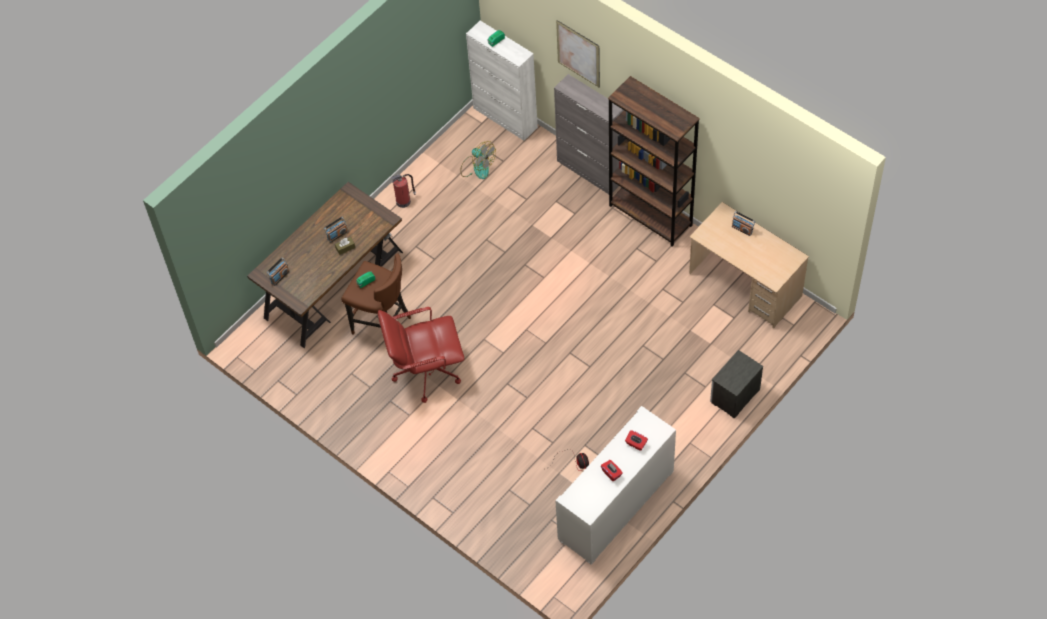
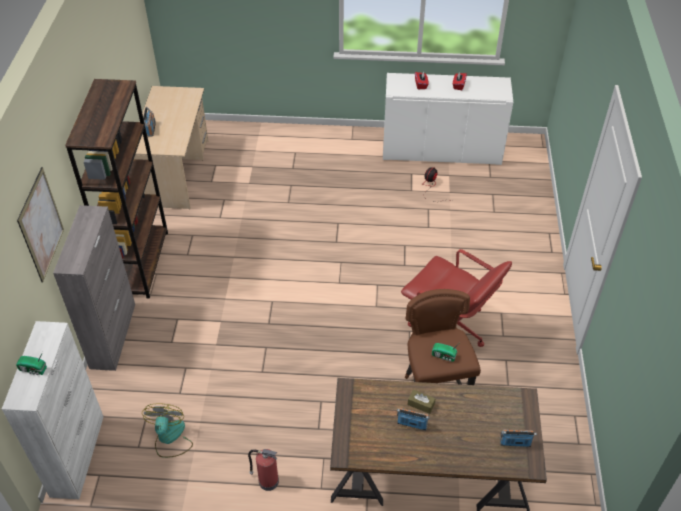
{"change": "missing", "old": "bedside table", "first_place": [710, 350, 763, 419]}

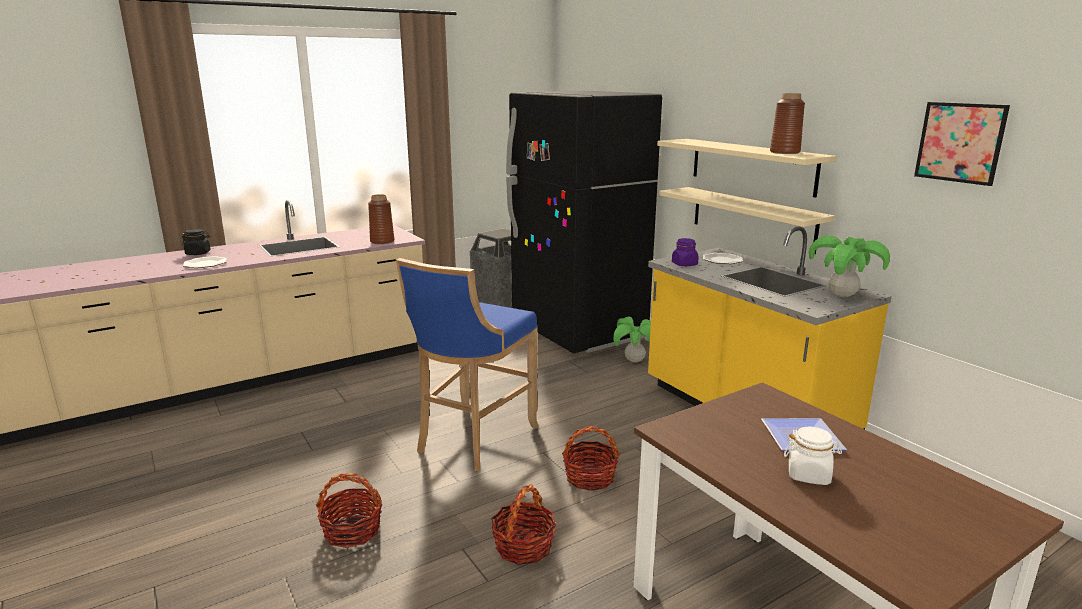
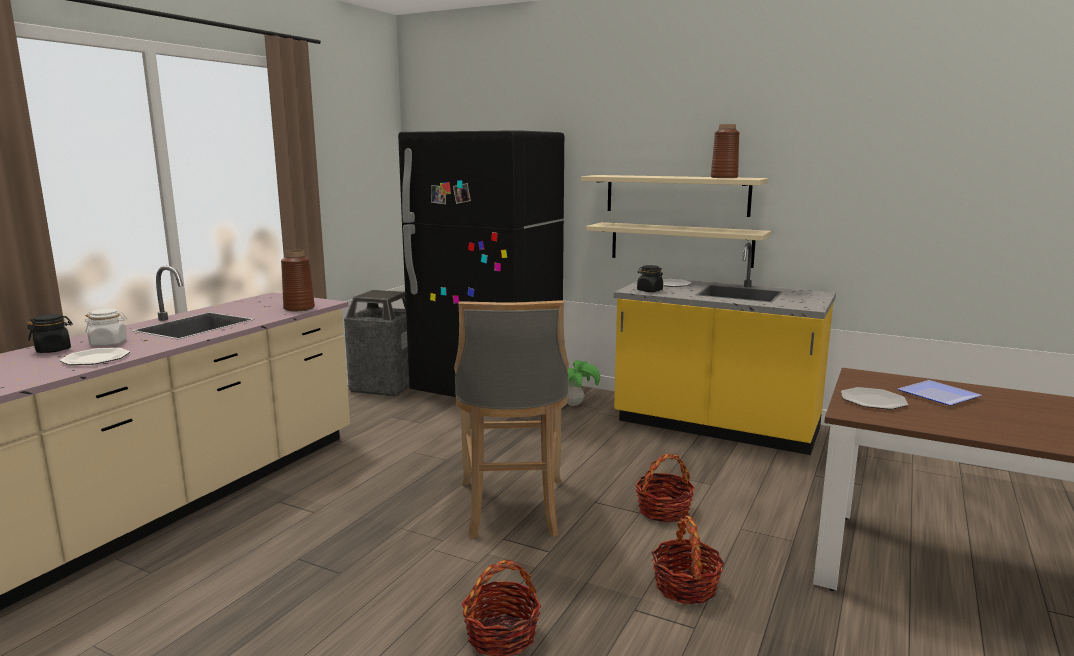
{"change": "relocated", "old": "white-coloured preserve jar", "first_place": [784, 427, 842, 485], "second_place": [85, 308, 127, 346]}
{"change": "colour", "old": "blue-coloured stool seat", "new": "gray stool seat", "first_place": [396, 258, 539, 471], "second_place": [454, 300, 569, 539]}
{"change": "colour", "old": "purple-coloured preserve jar", "new": "black preserve jar", "first_place": [672, 238, 699, 266], "second_place": [637, 265, 663, 292]}
{"change": "appeared", "new": "dinner plate", "second_place": [841, 387, 908, 410]}
{"change": "missing", "old": "potted plant", "first_place": [809, 235, 890, 298]}
{"change": "missing", "old": "wall art", "first_place": [914, 102, 1010, 186]}

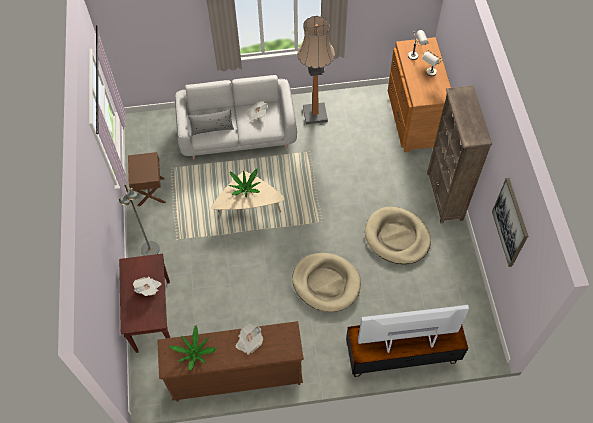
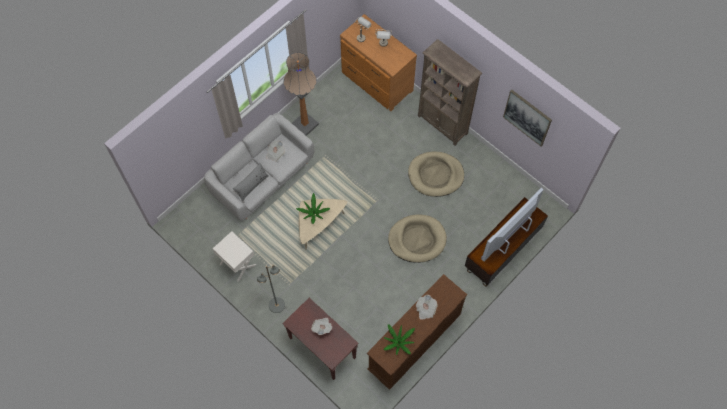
{"change": "colour", "old": "brown bedside table", "new": "white-coloured bedside table", "first_place": [128, 152, 166, 206], "second_place": [213, 231, 256, 282]}

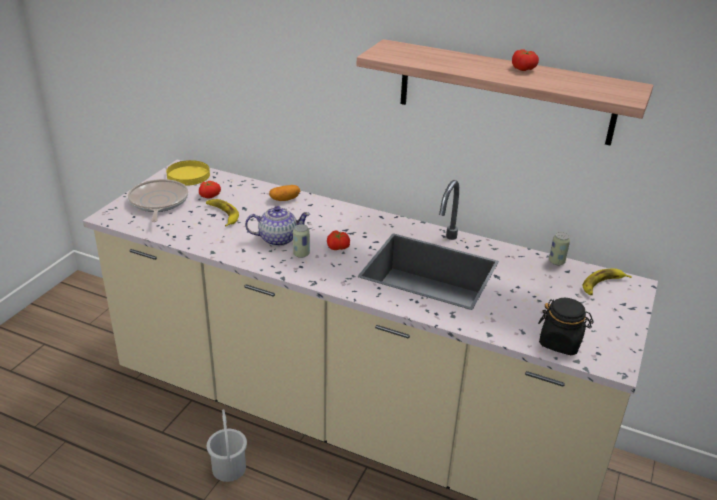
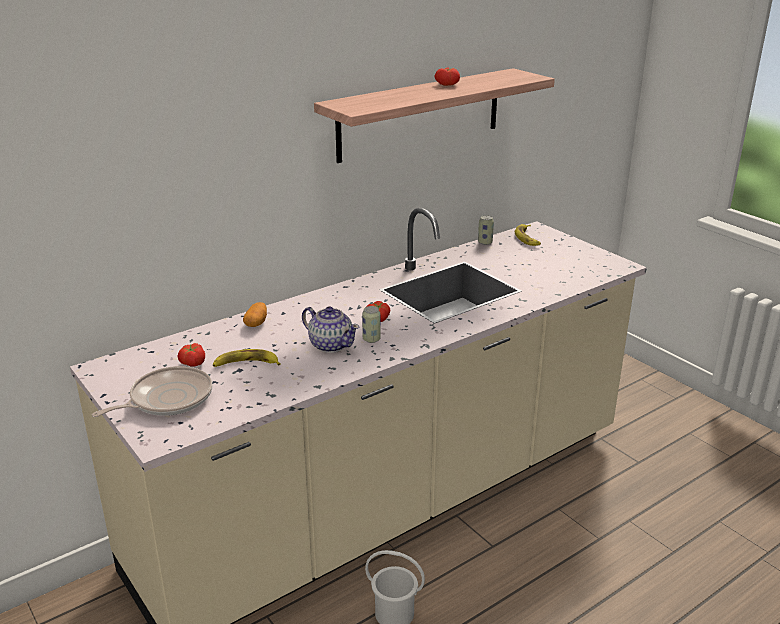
{"change": "spun", "old": "pan", "first_place": [128, 179, 188, 222], "second_place": [92, 366, 212, 417], "degrees": 120}
{"change": "spun", "old": "tea pot", "first_place": [245, 206, 310, 246], "second_place": [302, 307, 360, 353], "degrees": 105}
{"change": "missing", "old": "yellow dinner plate", "first_place": [166, 160, 210, 186]}
{"change": "missing", "old": "black preserve jar", "first_place": [538, 298, 594, 355]}

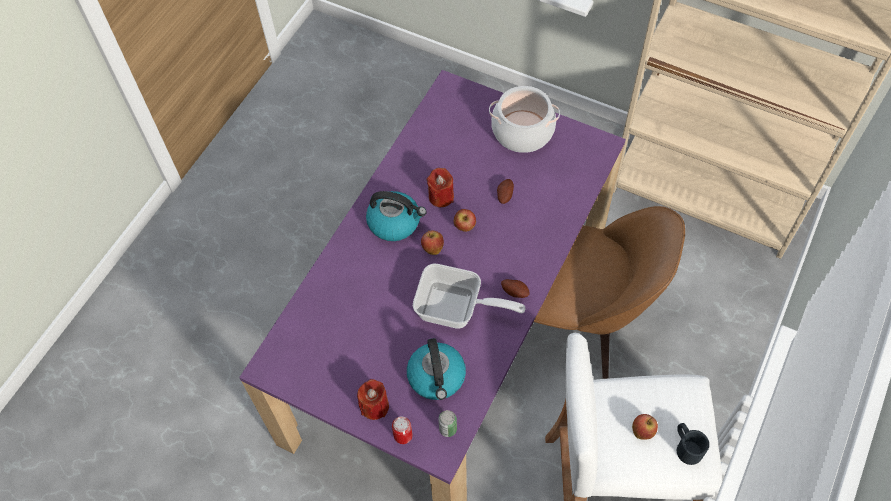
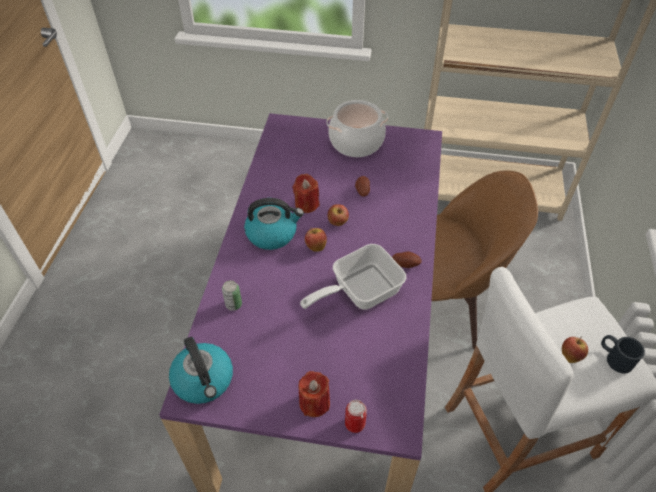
{"change": "relocated", "old": "tea kettle", "first_place": [407, 338, 466, 400], "second_place": [169, 337, 233, 404]}
{"change": "relocated", "old": "can", "first_place": [438, 410, 457, 437], "second_place": [222, 280, 242, 311]}
{"change": "spun", "old": "pan", "first_place": [413, 264, 526, 329], "second_place": [300, 244, 406, 309], "degrees": 150}

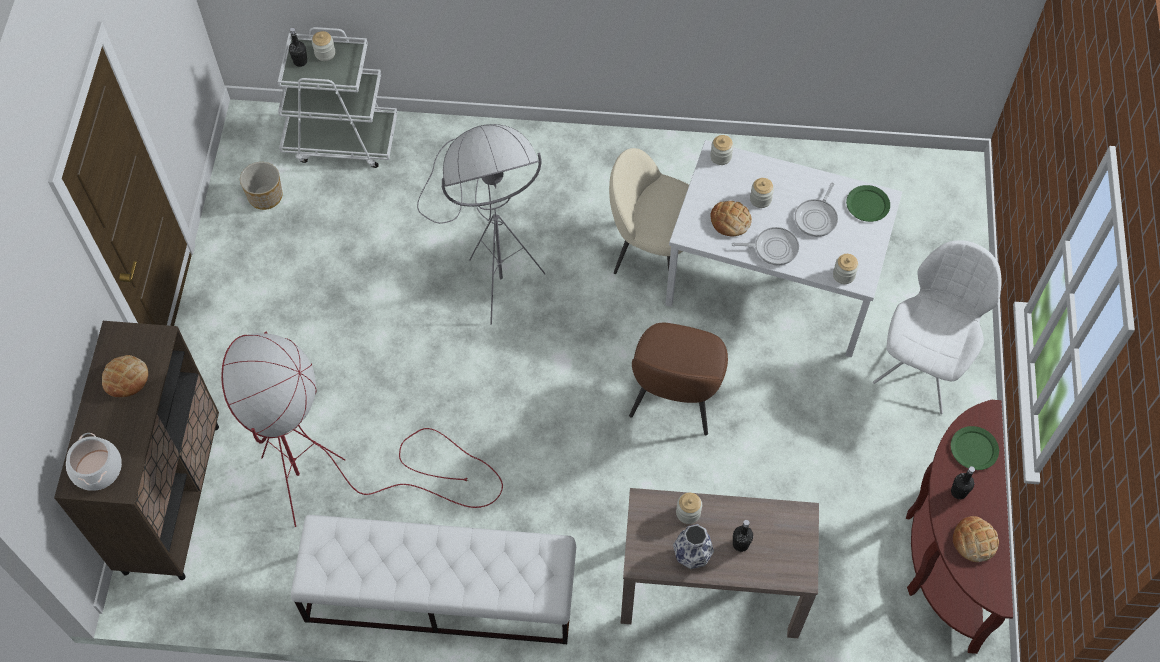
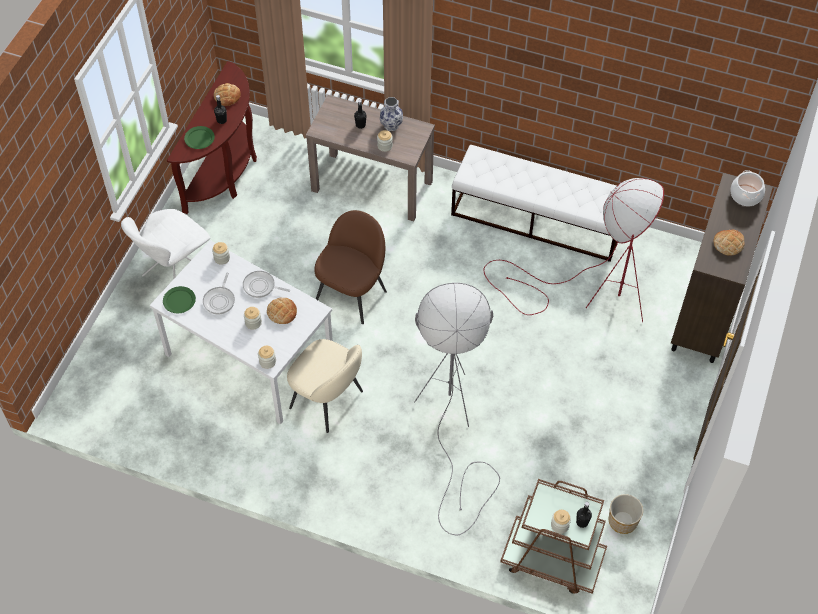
{"change": "spun", "old": "pan", "first_place": [795, 183, 838, 237], "second_place": [203, 272, 235, 315], "degrees": 150}
{"change": "colour", "old": "white-coloured wheeled cart", "new": "brown wheeled cart", "first_place": [278, 27, 397, 168], "second_place": [501, 479, 607, 594]}

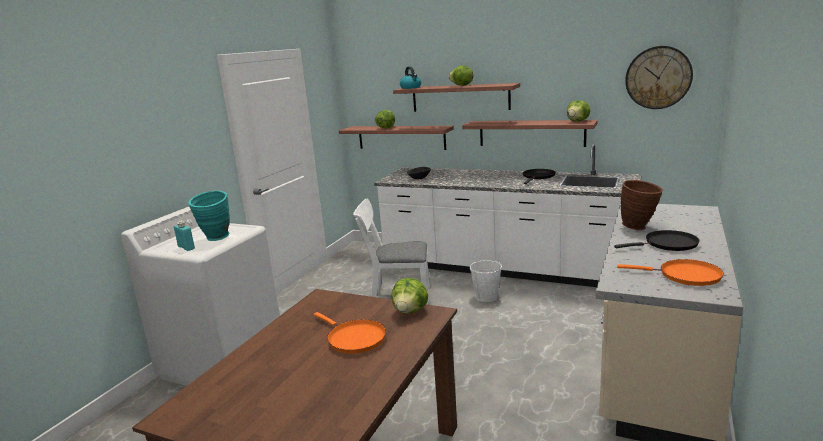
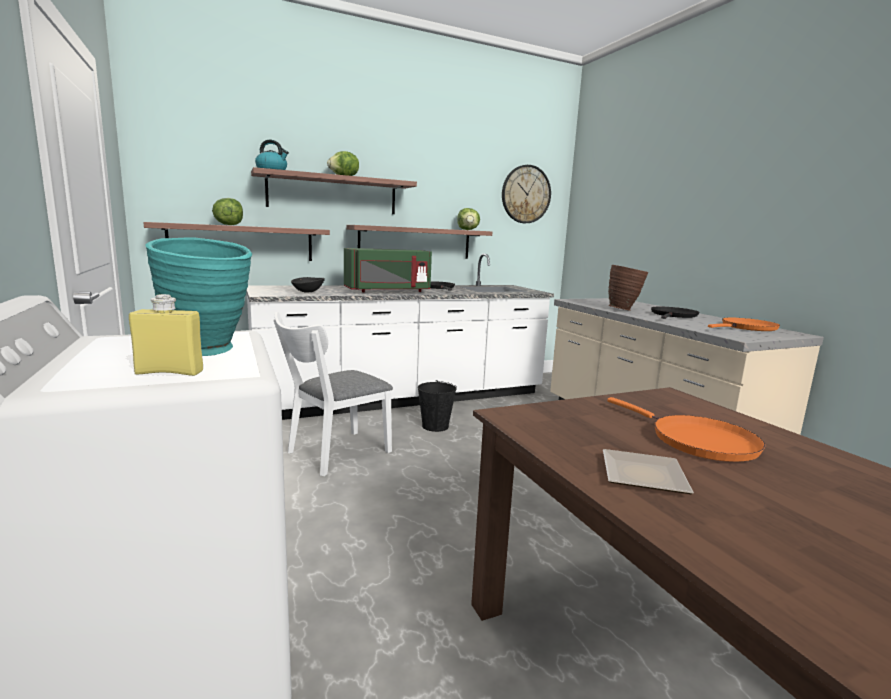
{"change": "colour", "old": "turquoise-coloured beverage bottle", "new": "yellow beverage bottle", "first_place": [174, 220, 195, 251], "second_place": [129, 294, 203, 376]}
{"change": "appeared", "new": "greenish microwave", "second_place": [344, 248, 432, 292]}
{"change": "colour", "old": "white-coloured bucket", "new": "black bucket", "first_place": [470, 260, 502, 302], "second_place": [418, 380, 457, 432]}
{"change": "appeared", "new": "dinner plate", "second_place": [603, 449, 694, 494]}
{"change": "spun", "old": "orange-coloured pan", "first_place": [314, 312, 386, 354], "second_place": [607, 397, 765, 462], "degrees": 60}
{"change": "missing", "old": "lettuce", "first_place": [392, 278, 428, 314]}

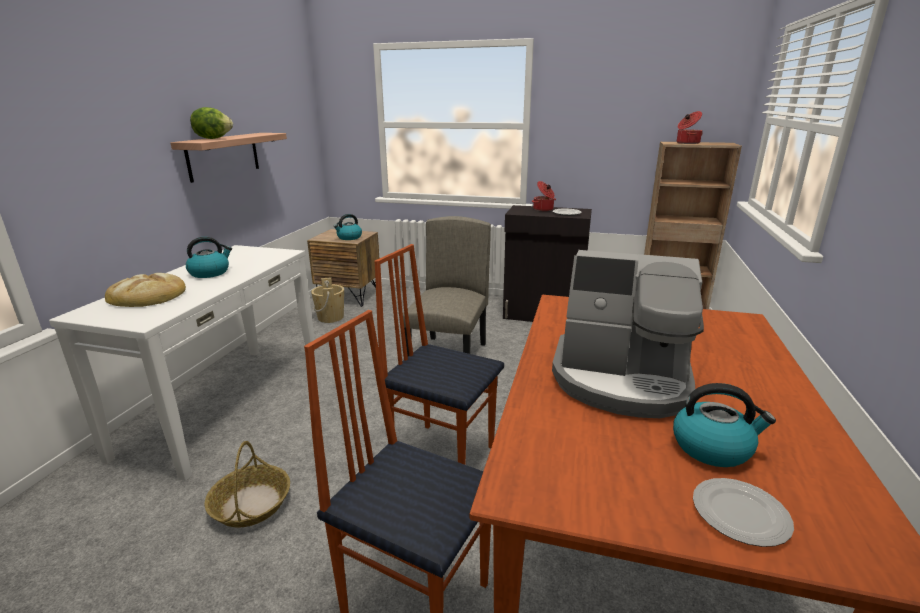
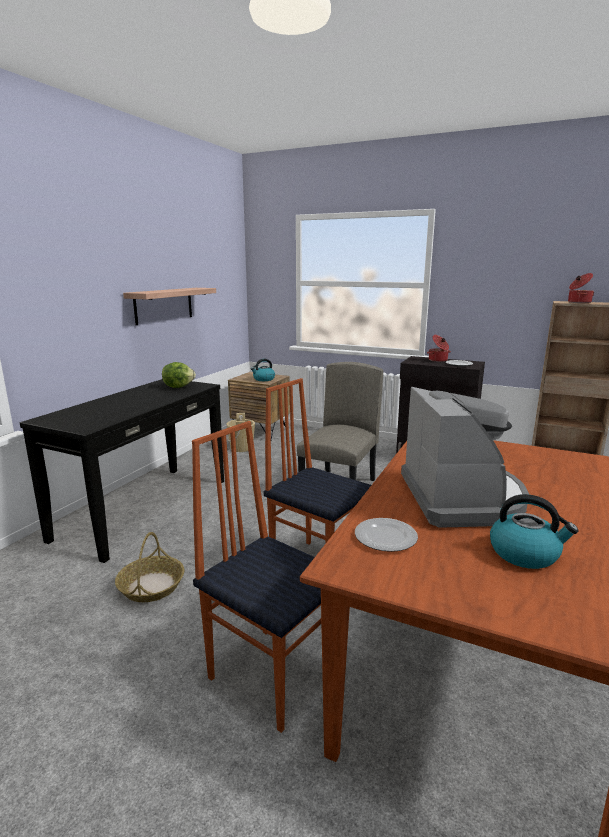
{"change": "colour", "old": "white-coloured console table", "new": "black console table", "first_place": [49, 245, 317, 481], "second_place": [20, 379, 224, 563]}
{"change": "relocated", "old": "lettuce", "first_place": [190, 107, 233, 139], "second_place": [162, 362, 196, 388]}
{"change": "relocated", "old": "dinner plate", "first_place": [693, 478, 794, 547], "second_place": [355, 518, 418, 552]}
{"change": "spun", "old": "coffee maker", "first_place": [552, 250, 704, 418], "second_place": [401, 387, 529, 528], "degrees": -120}
{"change": "missing", "old": "bread", "first_place": [105, 273, 186, 307]}
{"change": "missing", "old": "tea kettle", "first_place": [186, 237, 232, 278]}

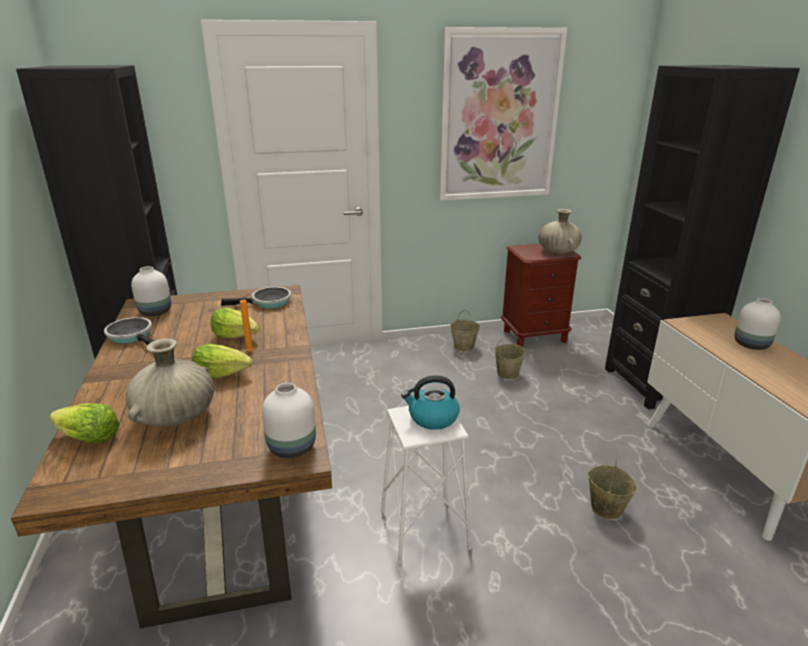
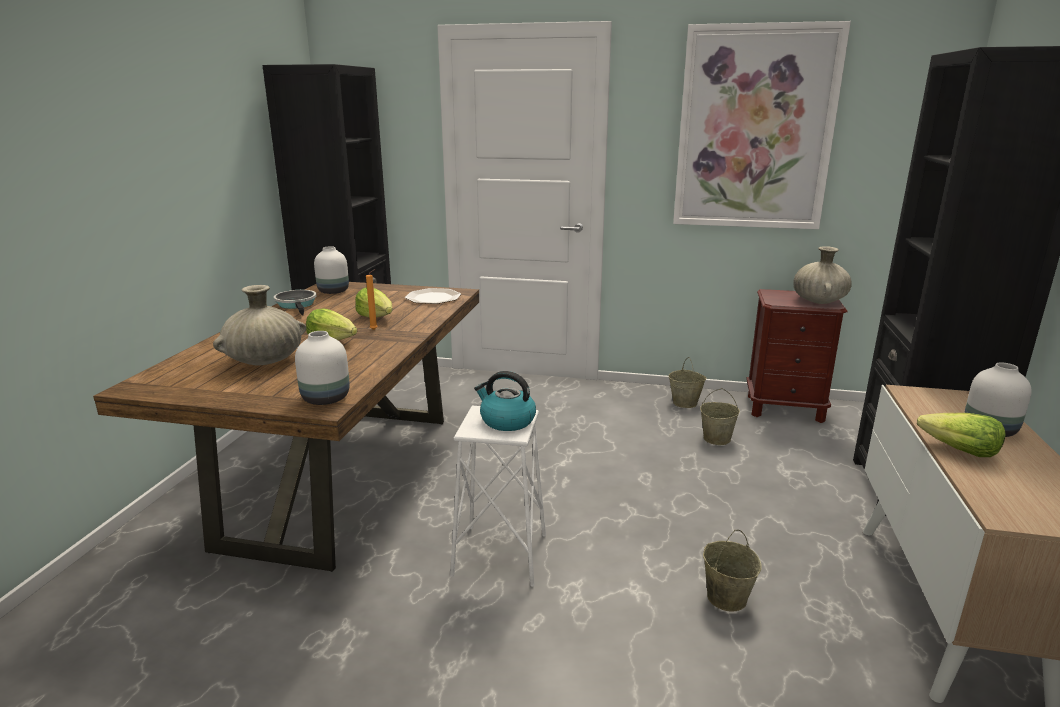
{"change": "exchanged", "old": "pan", "new": "dinner plate", "first_place": [221, 287, 291, 308], "second_place": [405, 288, 461, 304]}
{"change": "relocated", "old": "lettuce", "first_place": [49, 403, 119, 444], "second_place": [917, 413, 1006, 457]}

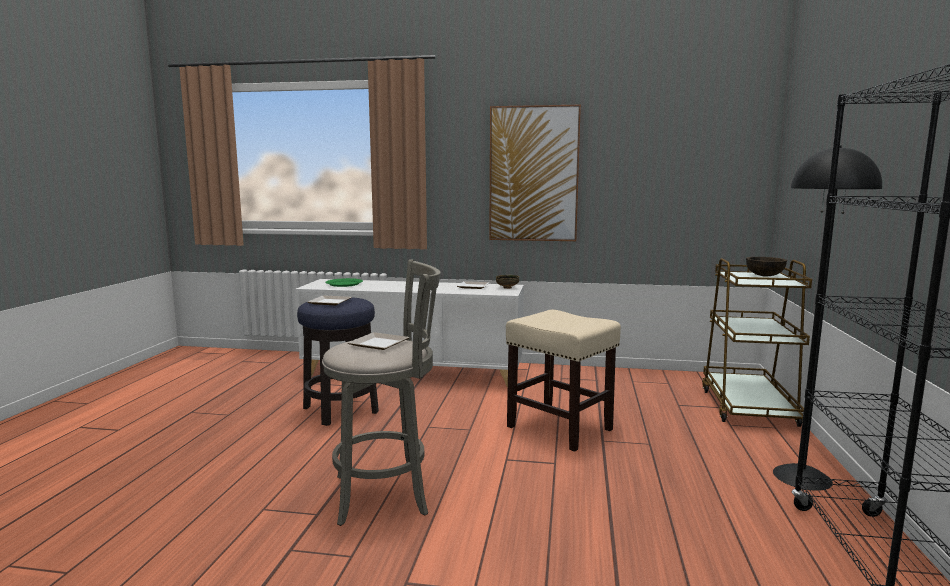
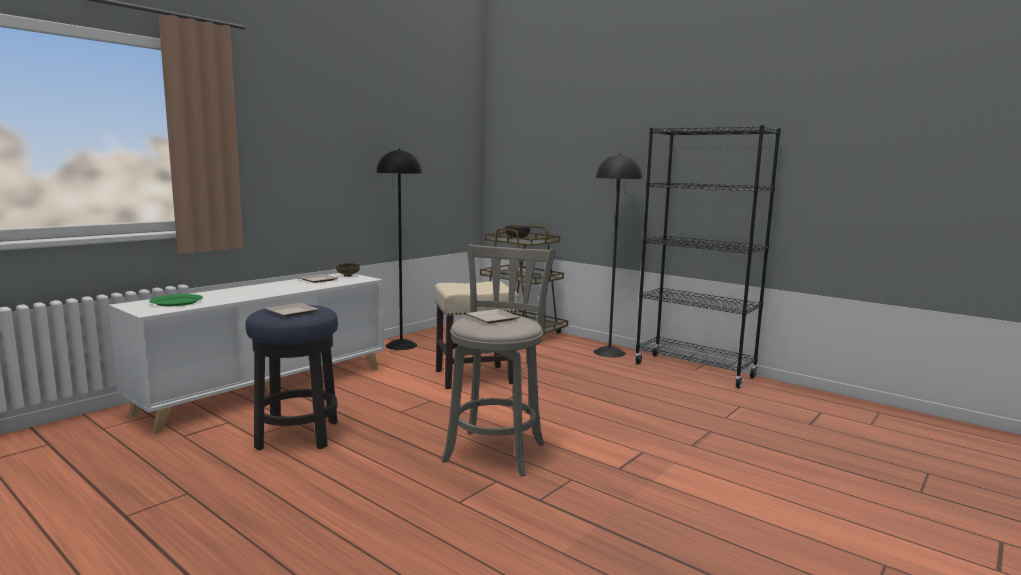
{"change": "appeared", "new": "black standard lamp", "second_place": [376, 149, 422, 350]}
{"change": "missing", "old": "wall art", "first_place": [489, 105, 581, 241]}

